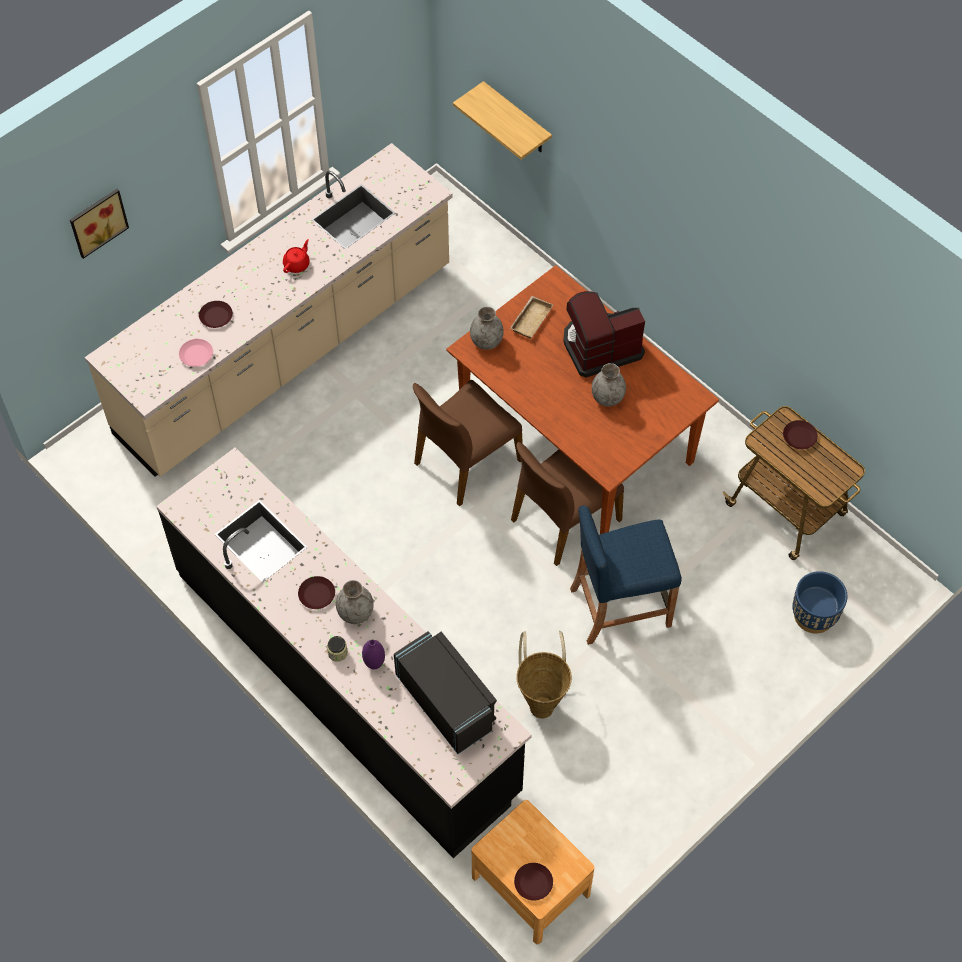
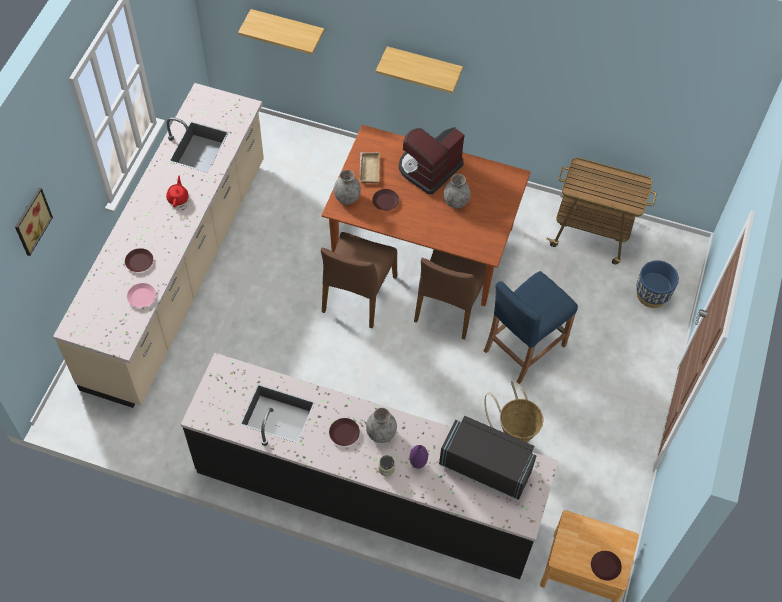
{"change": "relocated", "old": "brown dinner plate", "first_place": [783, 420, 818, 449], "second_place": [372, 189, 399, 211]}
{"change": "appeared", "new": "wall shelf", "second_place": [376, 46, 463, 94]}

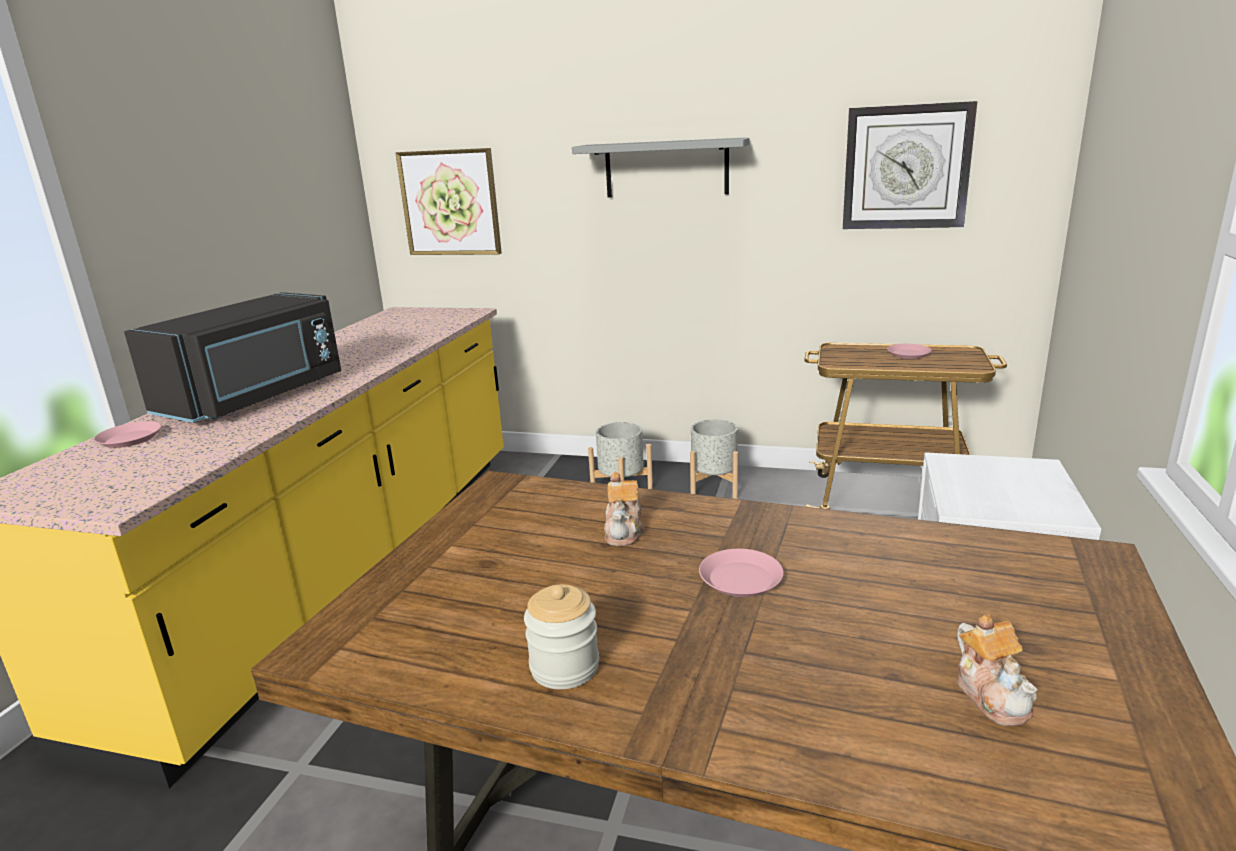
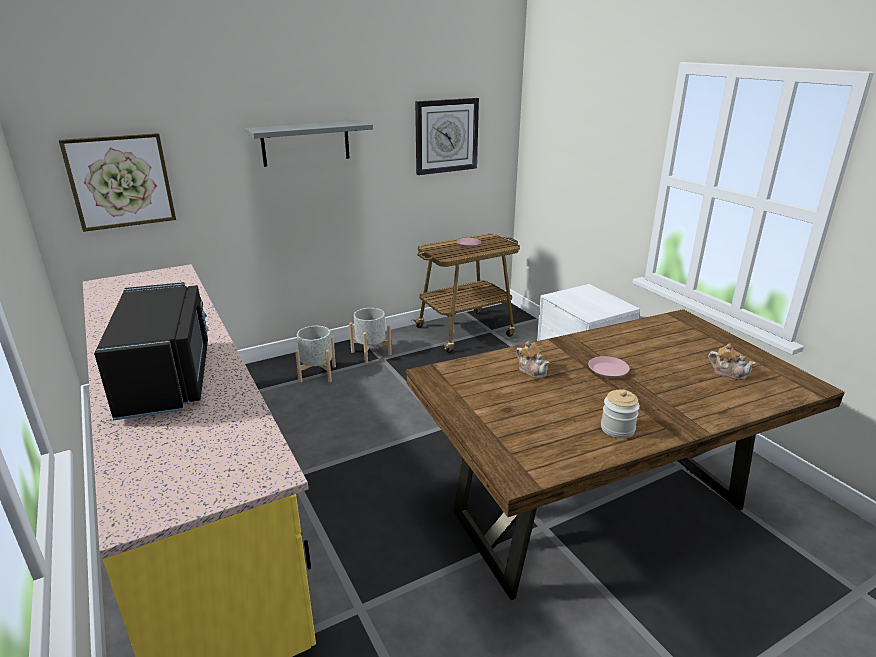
{"change": "missing", "old": "pink dinner plate", "first_place": [94, 421, 161, 448]}

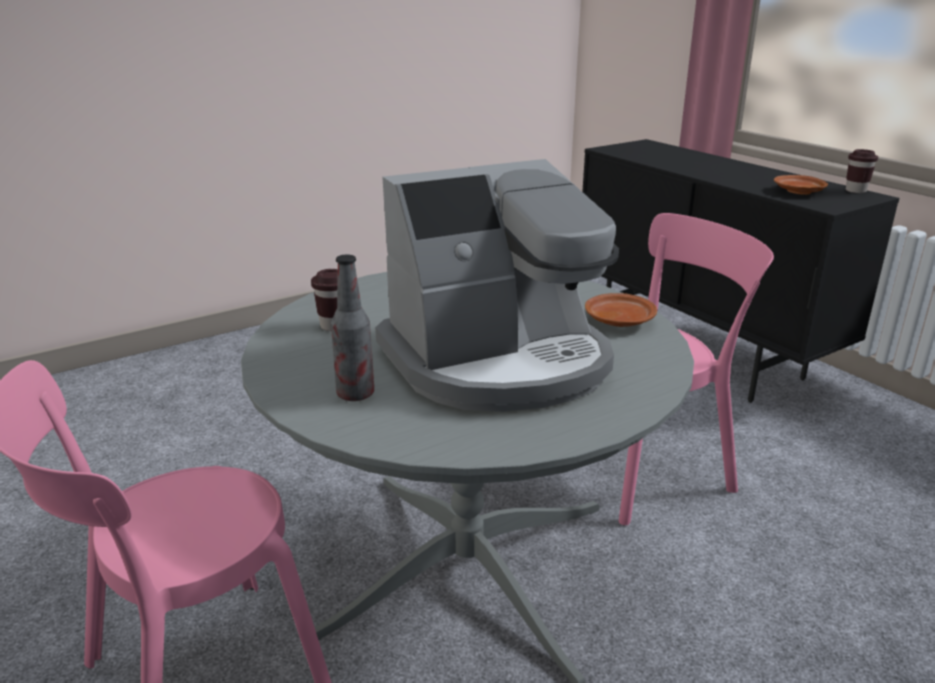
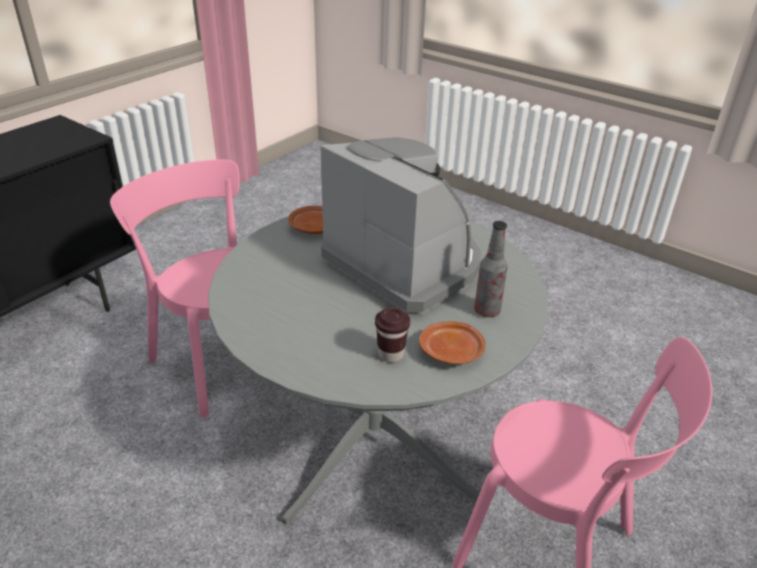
{"change": "relocated", "old": "brown dinner plate", "first_place": [774, 175, 828, 195], "second_place": [419, 321, 486, 364]}
{"change": "missing", "old": "brown cup", "first_place": [846, 149, 878, 193]}

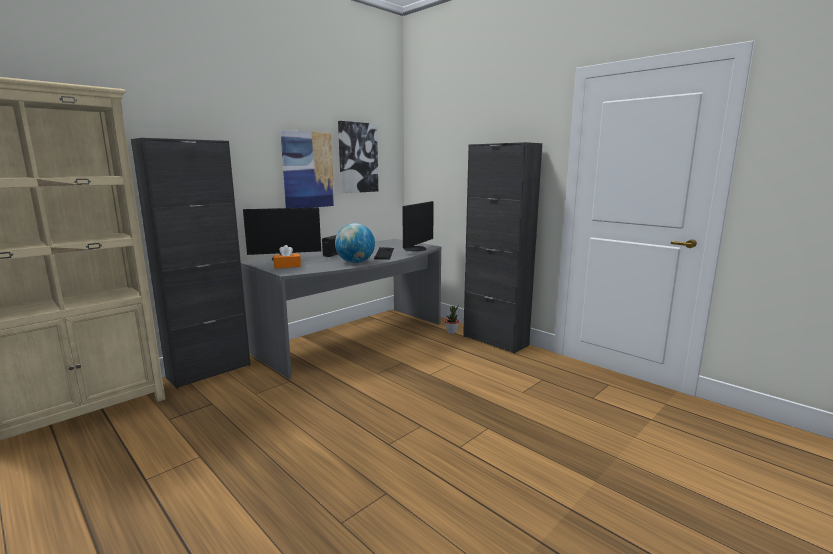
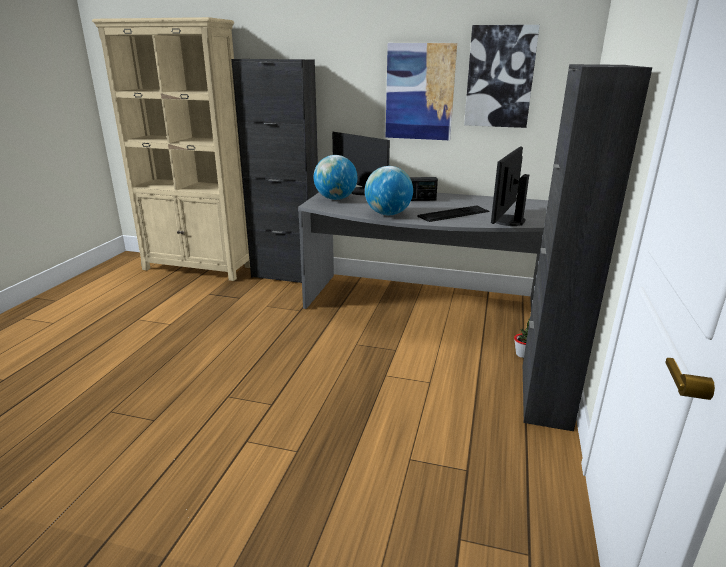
{"change": "exchanged", "old": "orange-coloured tissue holder", "new": "globe", "first_place": [273, 245, 301, 269], "second_place": [314, 155, 357, 200]}
{"change": "spun", "old": "computer screen", "first_place": [402, 201, 434, 251], "second_place": [491, 146, 529, 226], "degrees": 120}

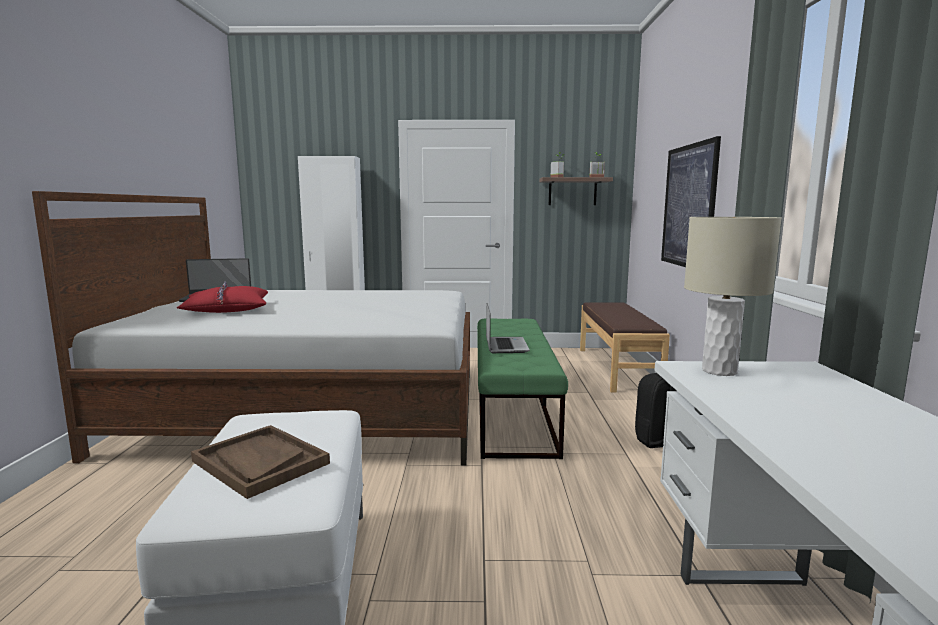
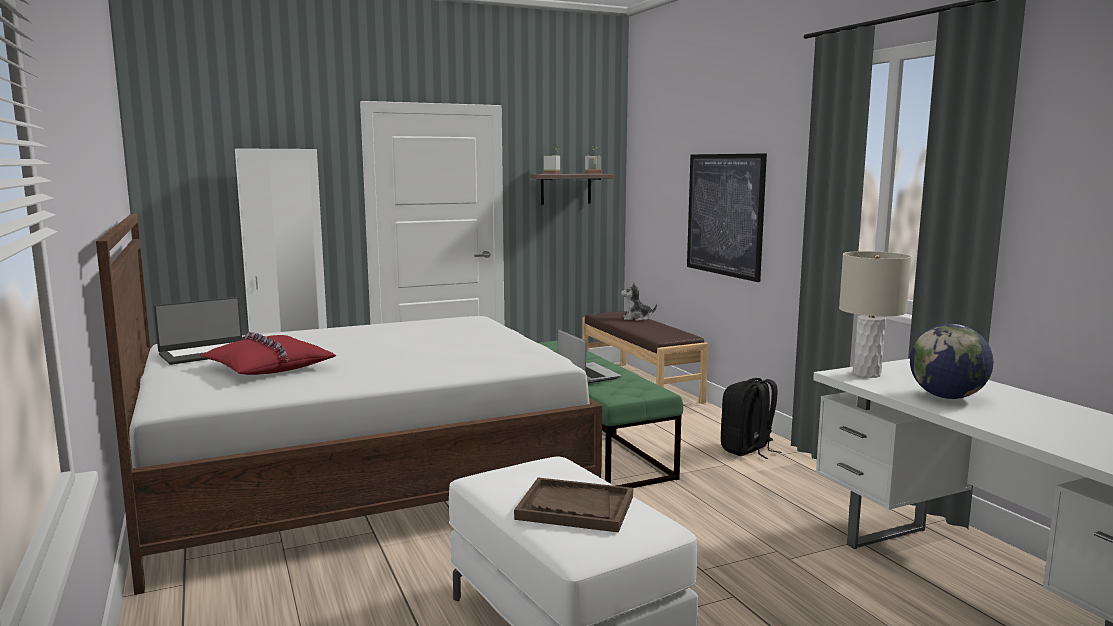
{"change": "appeared", "new": "cuddly toy", "second_place": [621, 282, 657, 321]}
{"change": "appeared", "new": "globe", "second_place": [910, 324, 993, 399]}

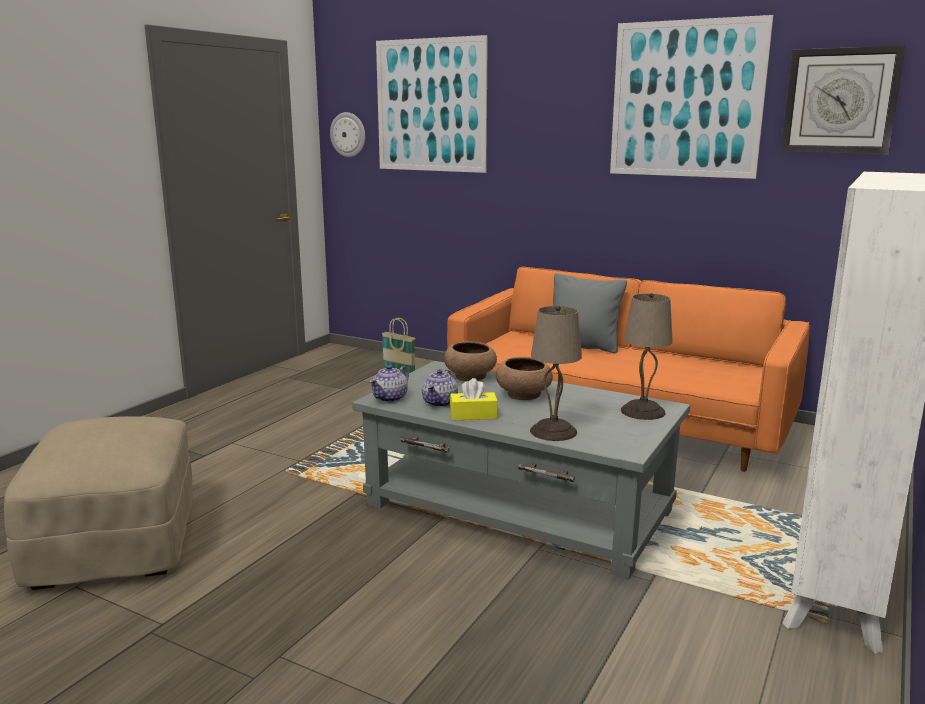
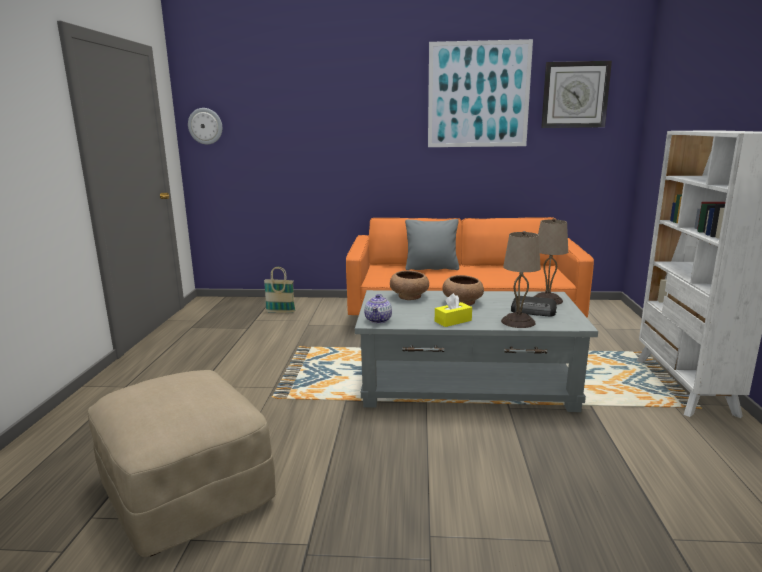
{"change": "appeared", "new": "radio receiver", "second_place": [511, 296, 557, 317]}
{"change": "missing", "old": "wall art", "first_place": [376, 35, 488, 173]}
{"change": "missing", "old": "tea pot", "first_place": [422, 369, 458, 407]}

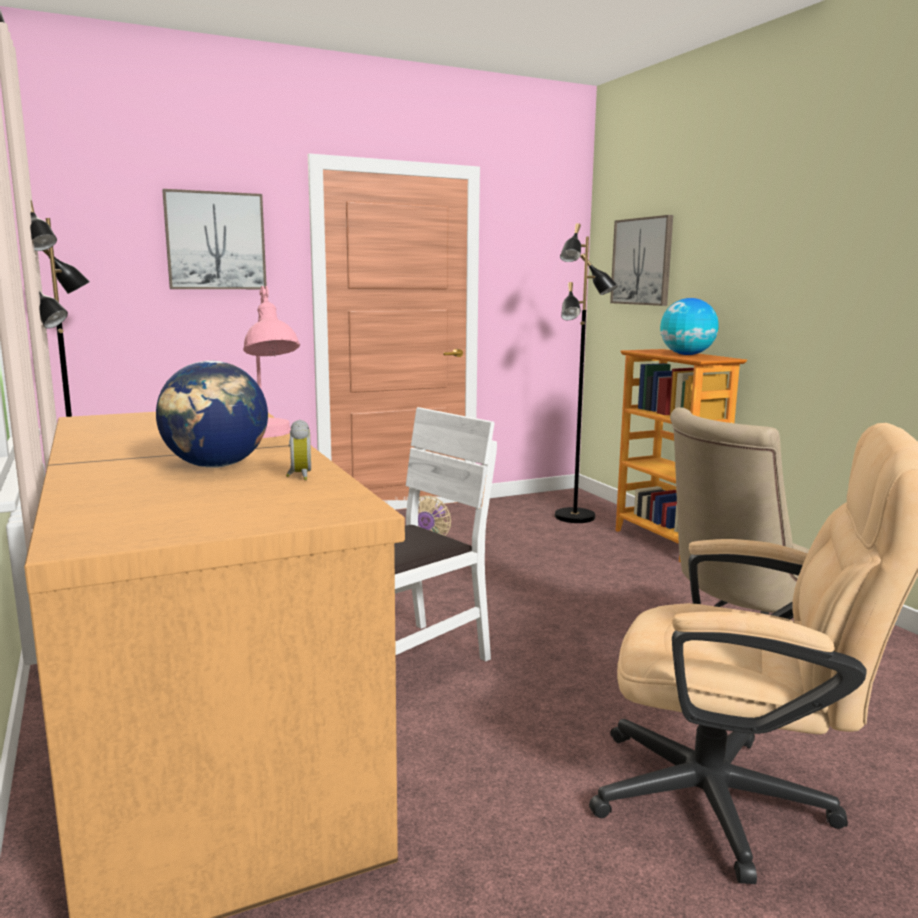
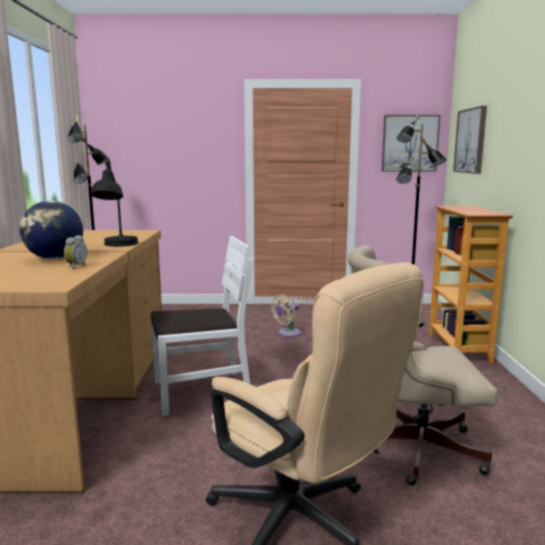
{"change": "colour", "old": "pink table lamp", "new": "black table lamp", "first_place": [243, 286, 300, 438], "second_place": [90, 160, 138, 247]}
{"change": "relocated", "old": "wall art", "first_place": [162, 189, 267, 289], "second_place": [382, 115, 441, 171]}
{"change": "missing", "old": "globe", "first_place": [660, 298, 719, 355]}

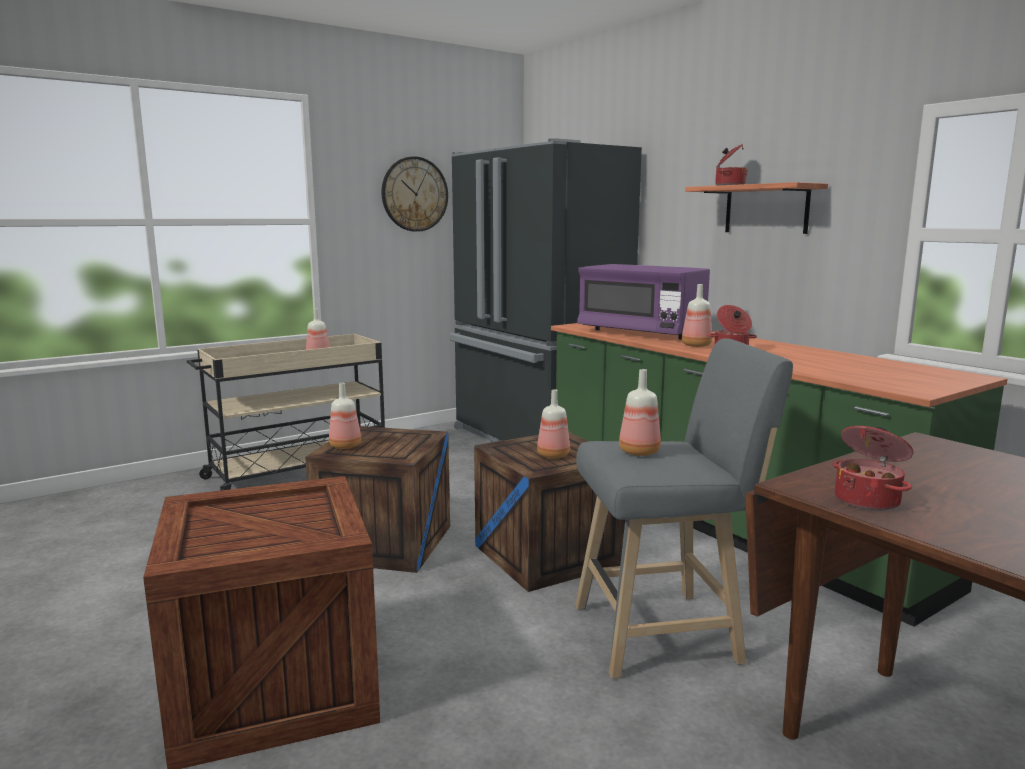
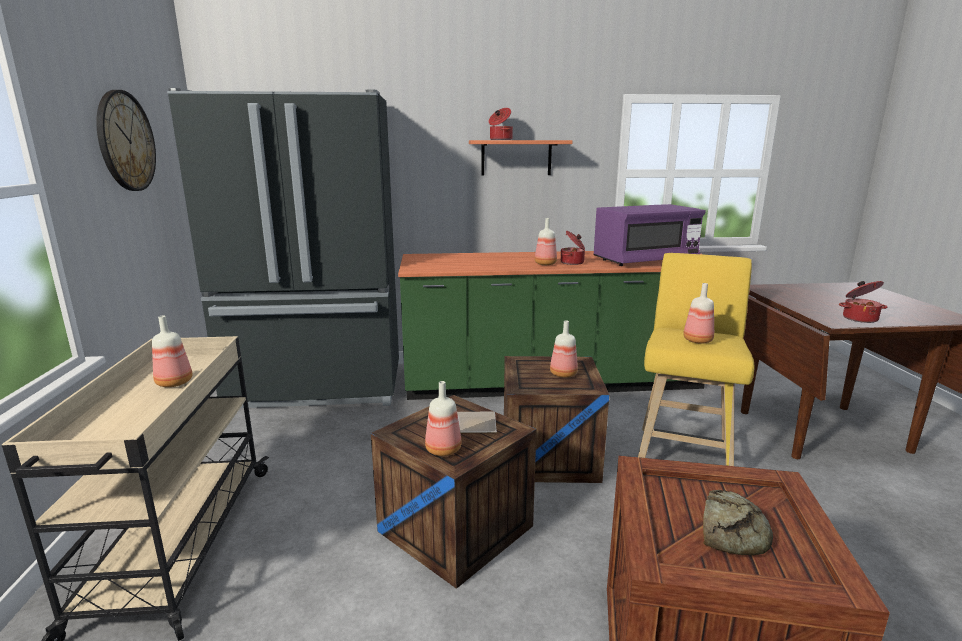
{"change": "appeared", "new": "dinner plate", "second_place": [457, 412, 497, 433]}
{"change": "relocated", "old": "purple-coloured microwave", "first_place": [577, 264, 710, 340], "second_place": [594, 204, 706, 266]}
{"change": "colour", "old": "gray stool seat", "new": "yellow stool seat", "first_place": [575, 338, 793, 679], "second_place": [638, 253, 755, 466]}
{"change": "appeared", "new": "bread", "second_place": [703, 490, 773, 555]}

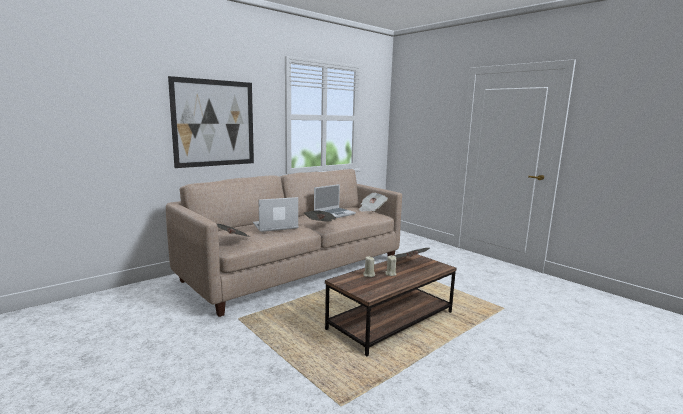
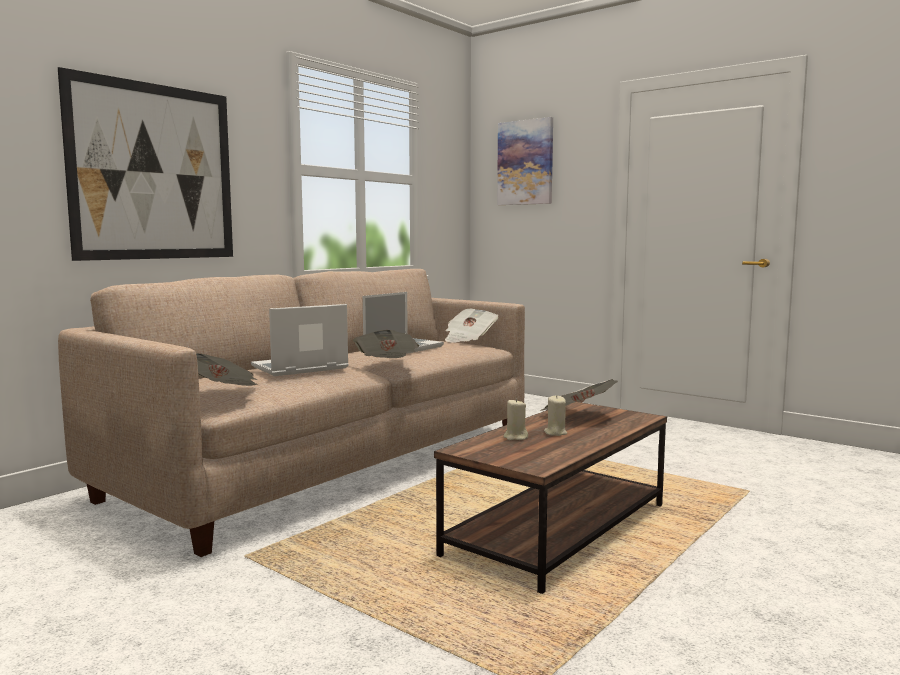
{"change": "appeared", "new": "wall art", "second_place": [497, 117, 553, 205]}

